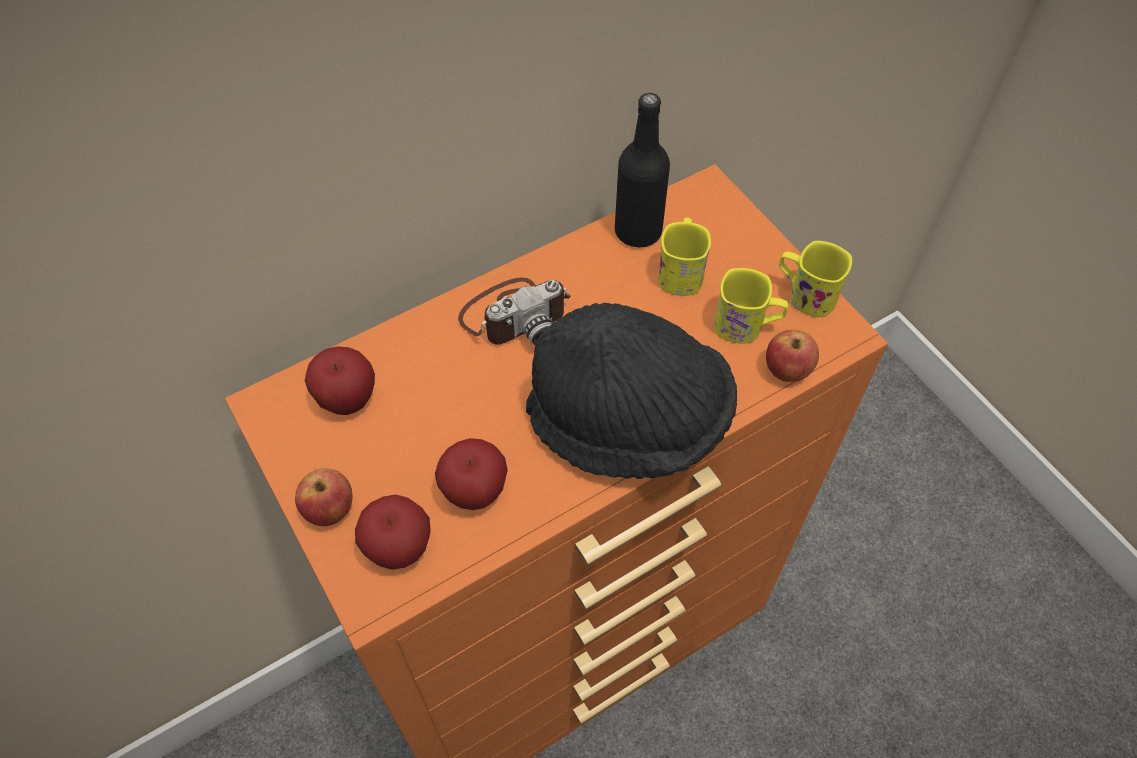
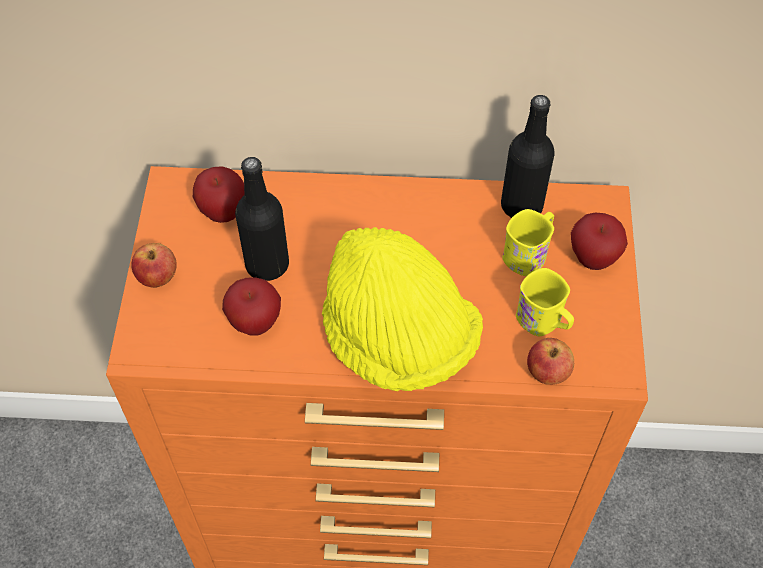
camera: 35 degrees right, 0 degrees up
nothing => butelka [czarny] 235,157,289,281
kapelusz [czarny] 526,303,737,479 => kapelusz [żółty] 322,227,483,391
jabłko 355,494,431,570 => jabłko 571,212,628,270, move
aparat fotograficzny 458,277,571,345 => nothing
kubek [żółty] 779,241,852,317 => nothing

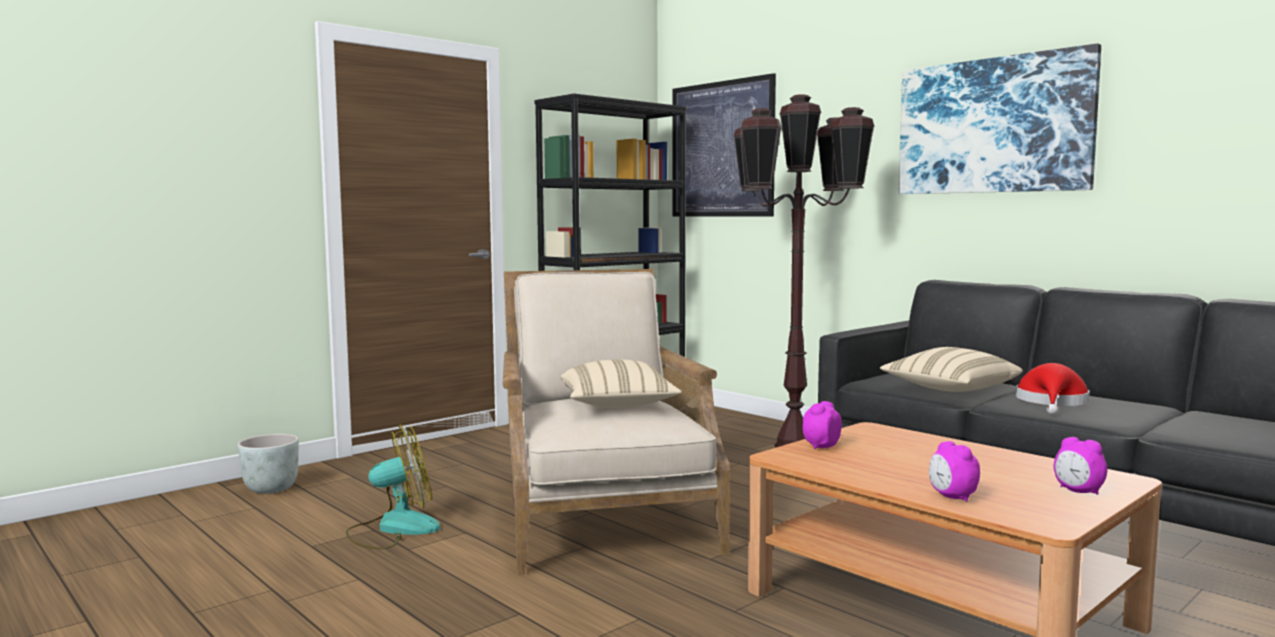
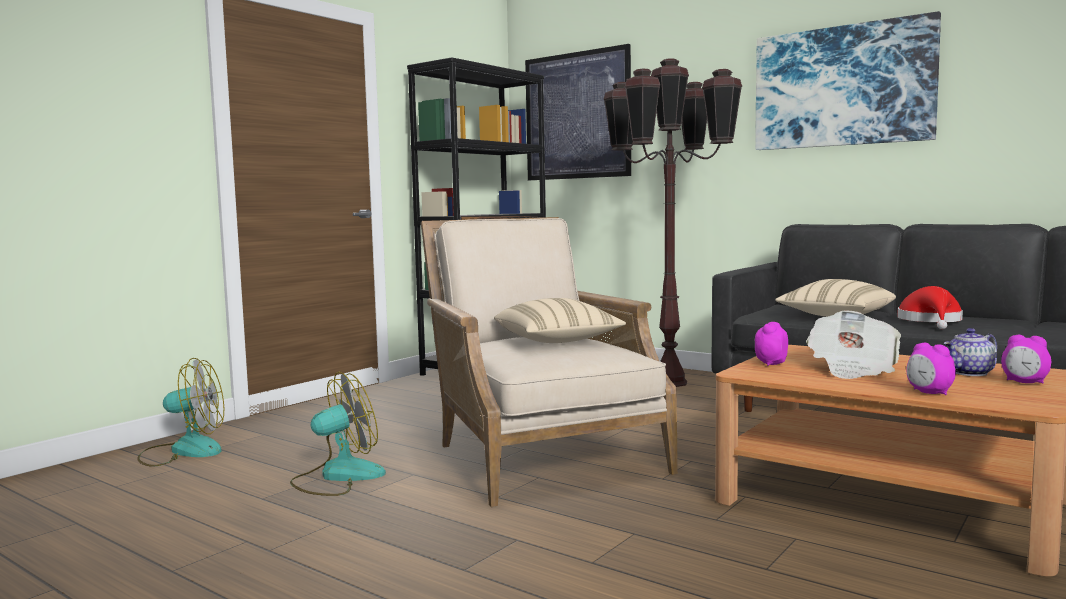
camera: 10 degrees left, 0 degrees up
donica [szary] 238,434,299,494 => wentylator 137,358,224,467
nothing => gazeta 806,310,901,379
nothing => imbryk 944,328,997,376

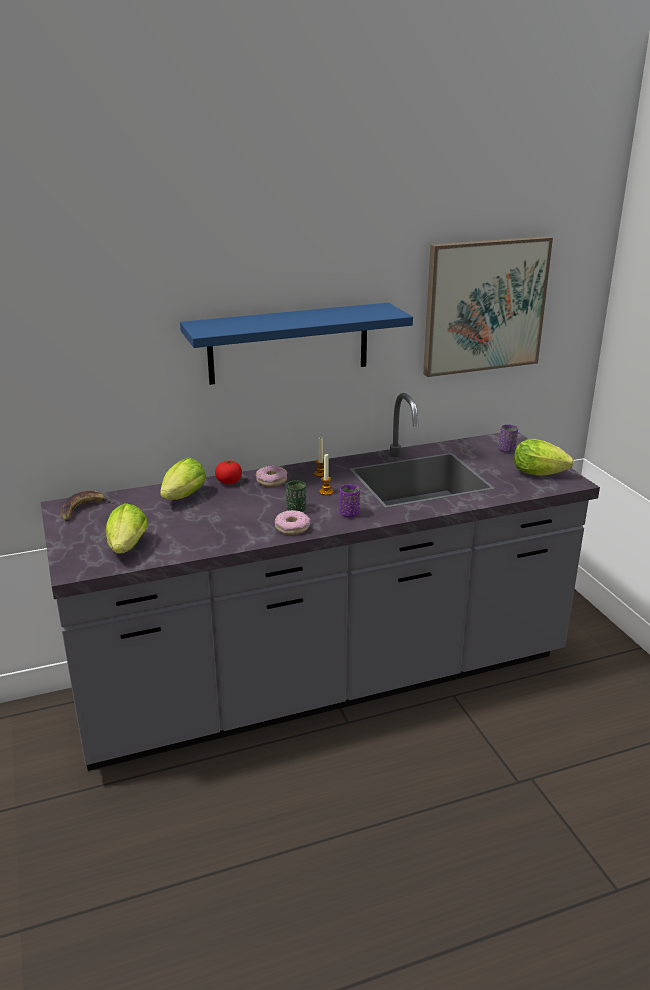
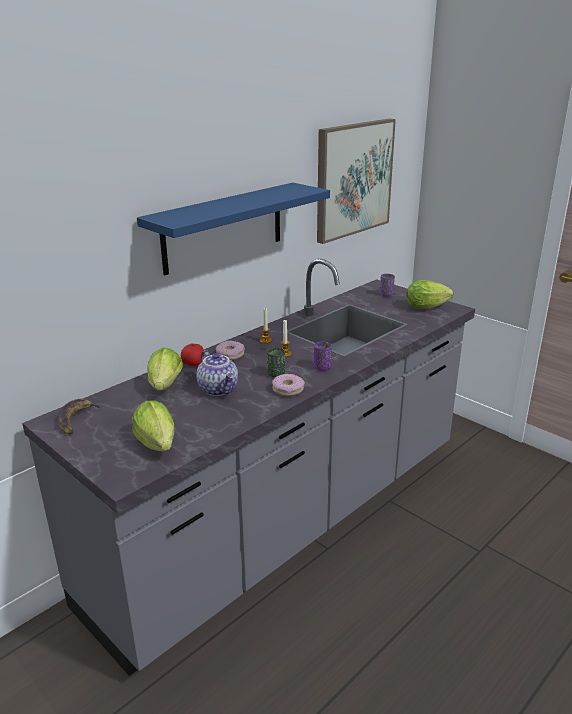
camera: 25 degrees left, 0 degrees up
nothing => imbryk 196,350,238,396

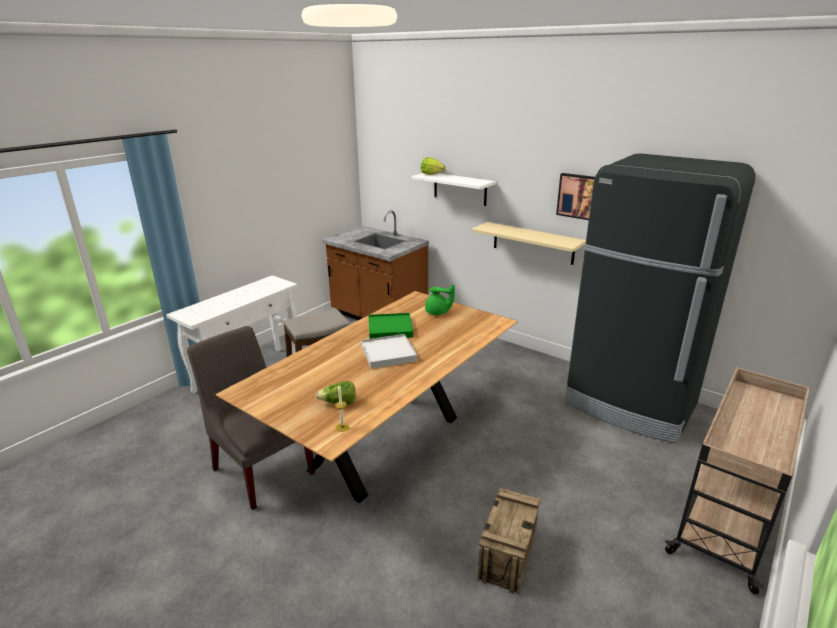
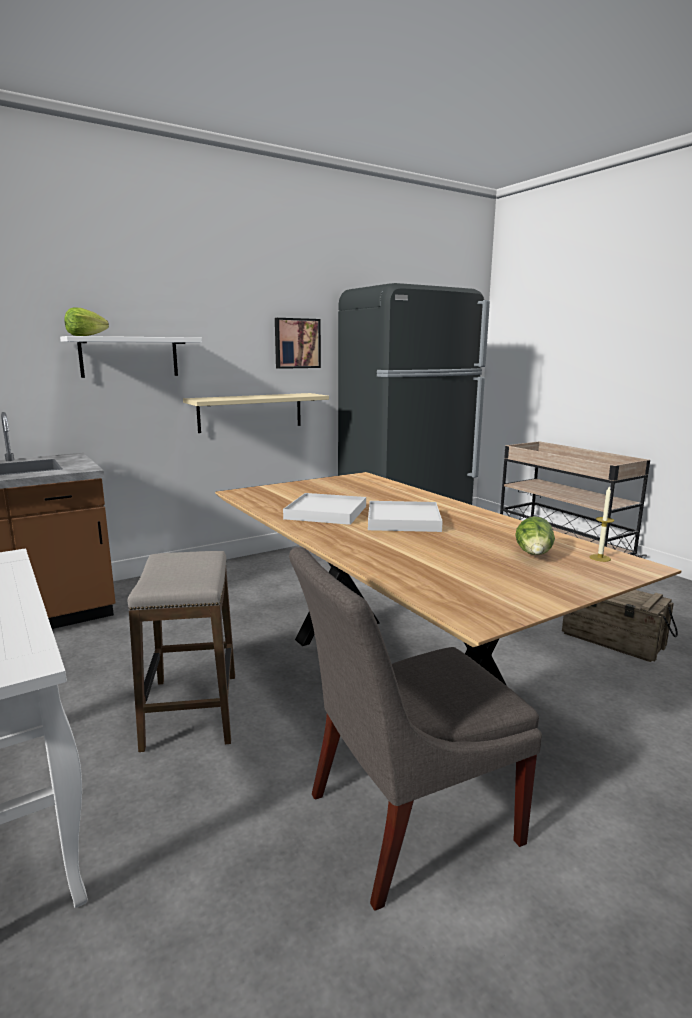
camera: 70 degrees left, 10 degrees down
taca [zielony] 369,313,413,339 => taca [biały] 283,493,366,525
imbryk [zielony] 425,284,455,315 => nothing

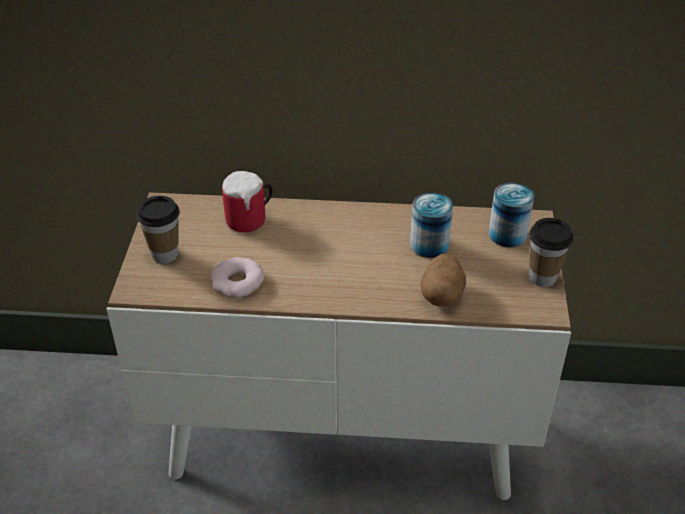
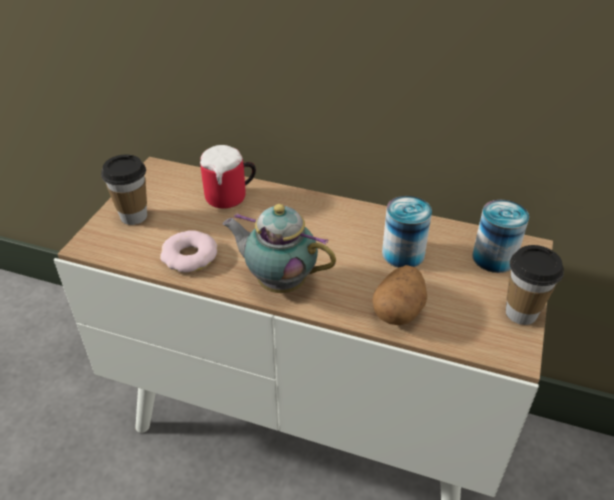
camera: 15 degrees right, 0 degrees up
nothing => imbryk 223,204,336,293

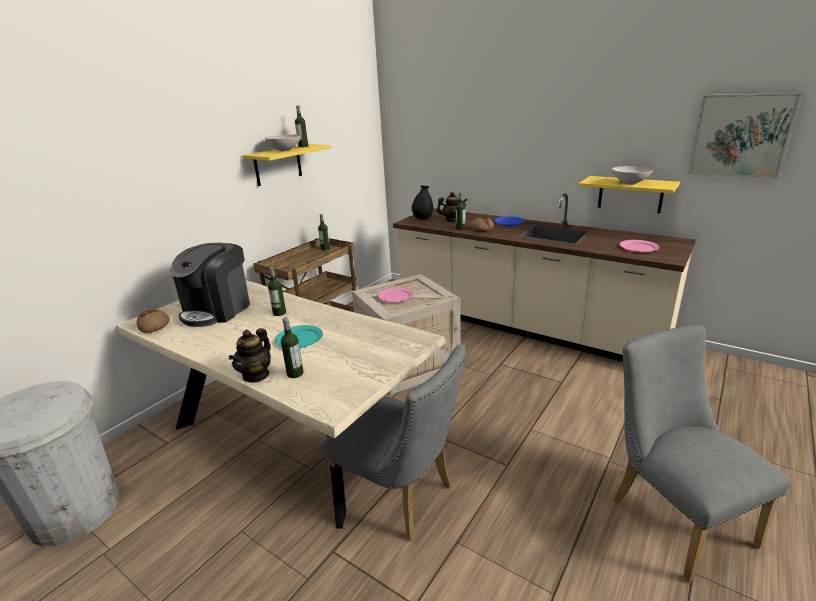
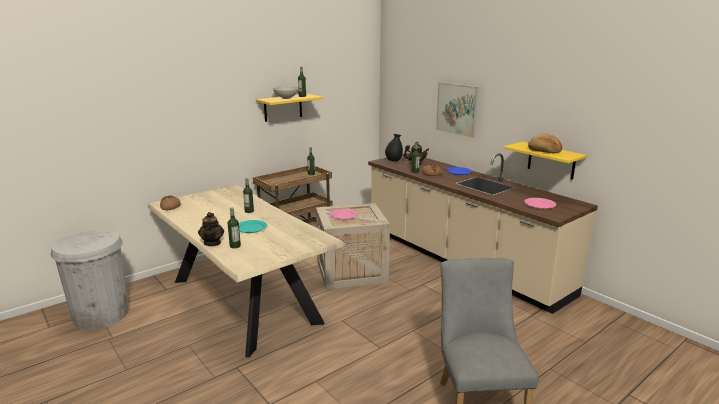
camera: 15 degrees right, 5 degrees down
imbryk 229,328,271,383 => imbryk 198,212,224,246, 45 degrees counterclockwise
obraz 688,93,801,179 => obraz 436,82,479,138, move
miska [biały] 612,166,653,185 => chleb 528,134,562,154
ekspres do kawy 170,243,250,327 => nothing
krzesło [szary] 322,344,466,541 => nothing

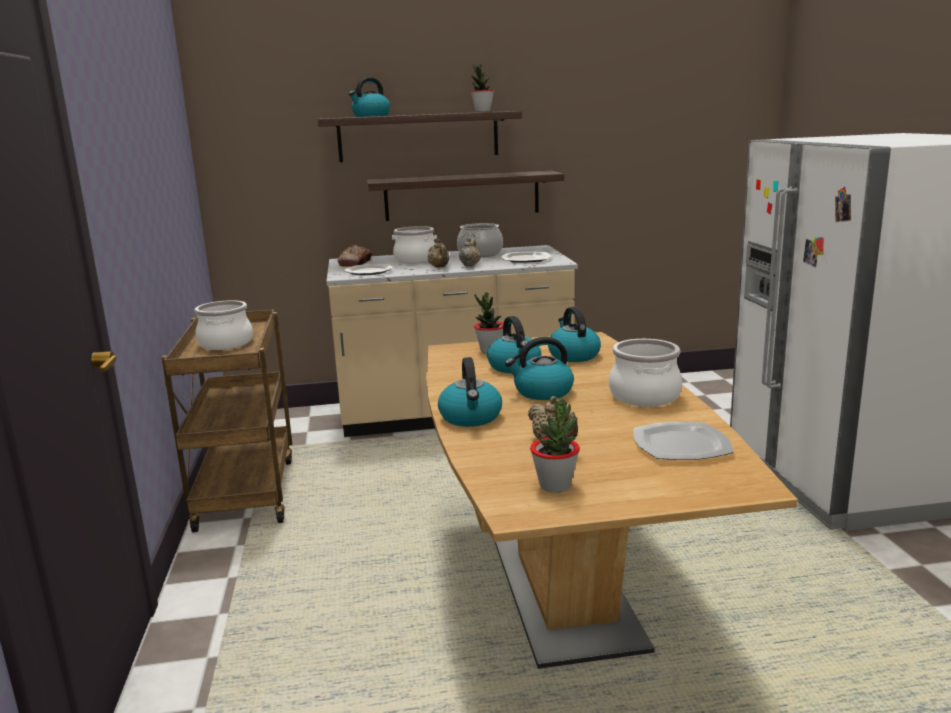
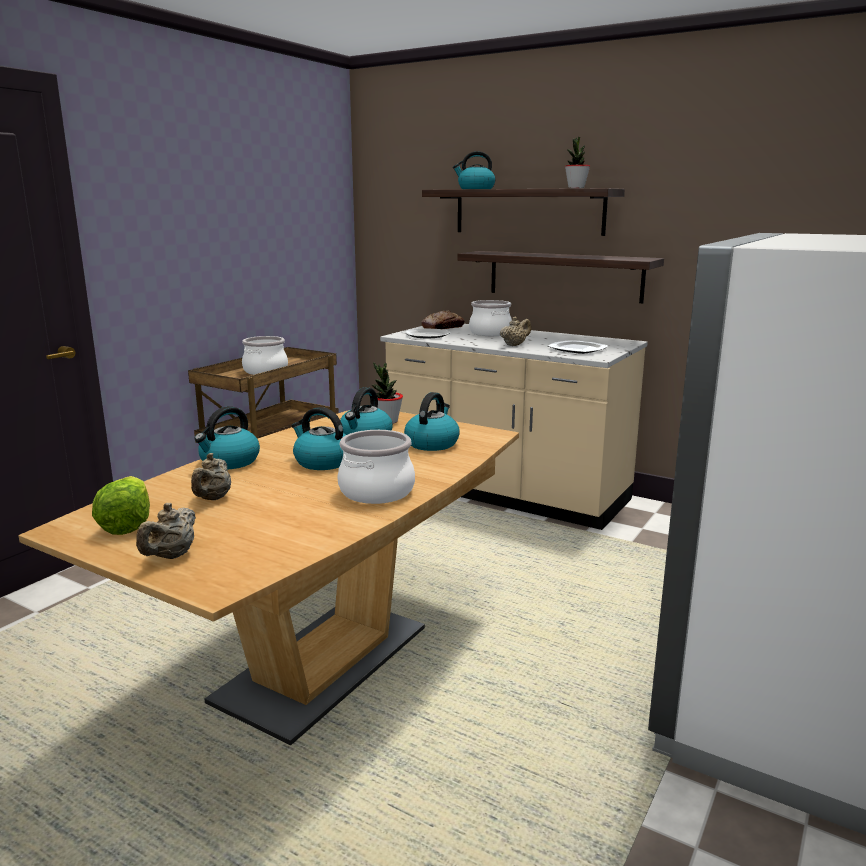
camera: 40 degrees right, 0 degrees up
roślina doniczkowa 530,398,580,492 => sałata 92,476,150,535
imbryk [beżowy] 428,239,450,268 => imbryk [beżowy] 136,503,196,559, move
garnek 457,223,503,257 => nothing
talerz 634,422,733,460 => nothing

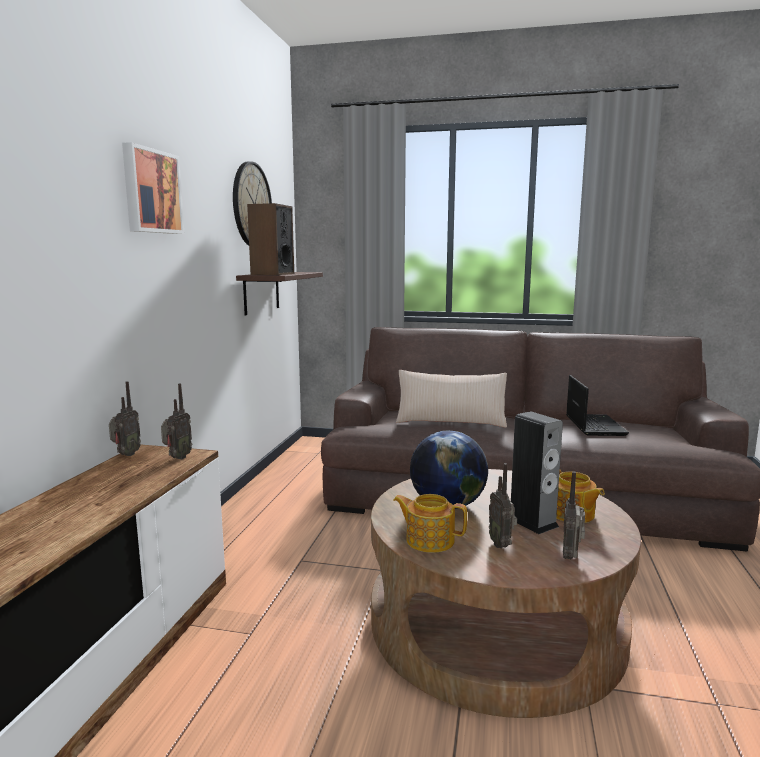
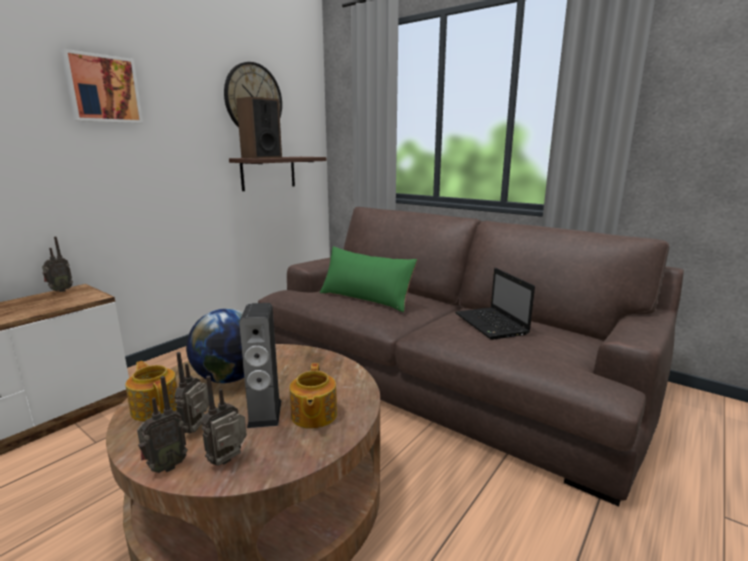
camera: 25 degrees right, 5 degrees up
radio 161,384,192,459 => radio 137,376,188,473, move
poduszka [beżowy] 396,370,507,428 => poduszka [zielony] 320,246,417,312
laptop 566,375,629,436 => laptop 455,268,535,340, 135 degrees clockwise

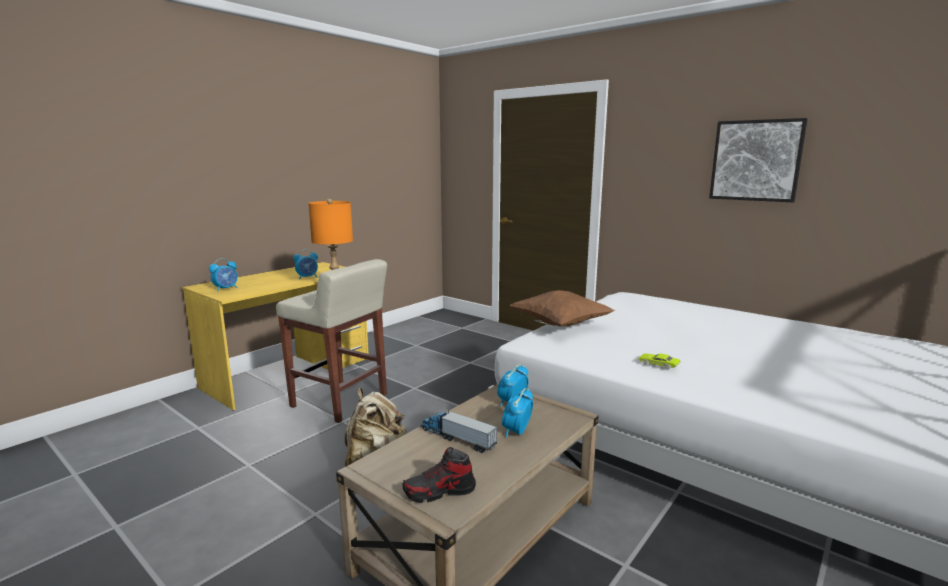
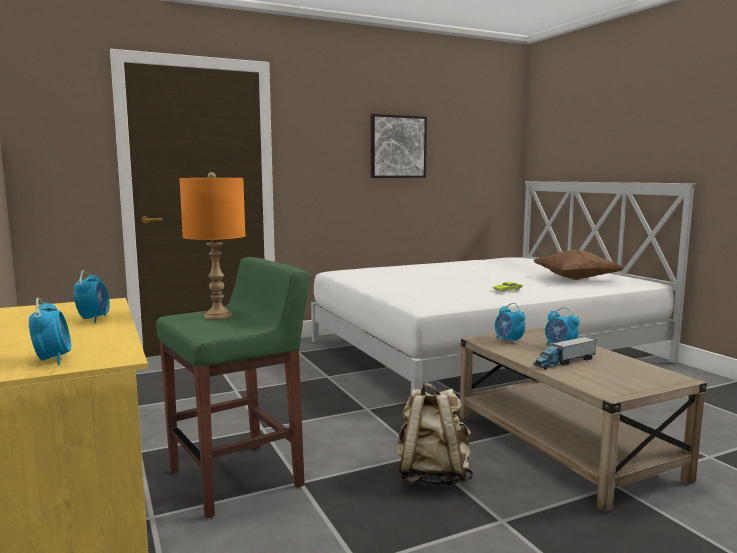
camera: 65 degrees left, 5 degrees down
stołek [beżowy] 276,259,387,423 => stołek [zielony] 156,257,310,519
poduszka [brązowy] 510,290,615,327 => poduszka [brązowy] 534,249,624,280, move
but 402,447,476,503 => nothing

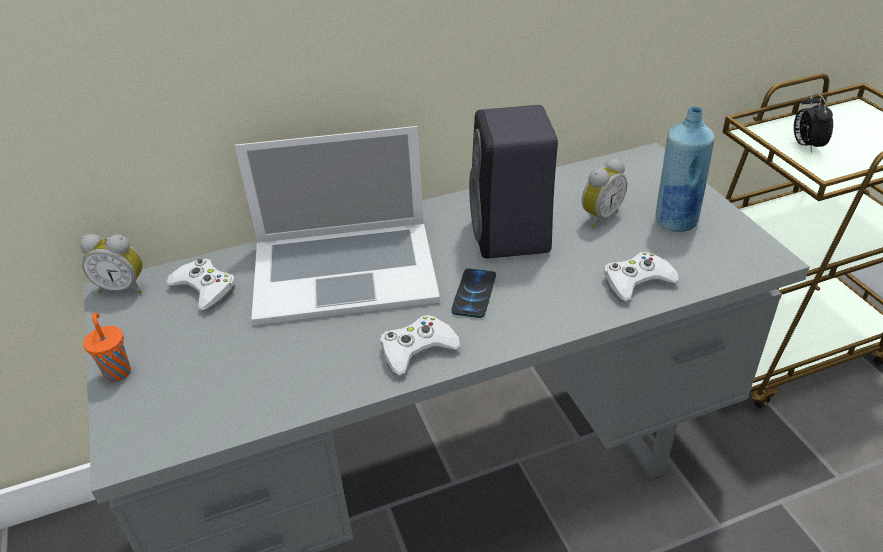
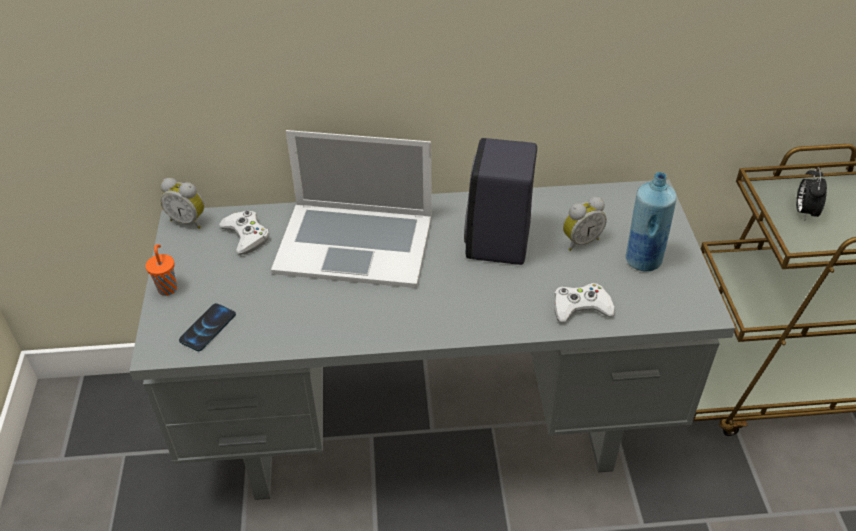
camera: 15 degrees right, 5 degrees up
telefon 451,269,496,318 => telefon 179,303,236,351, move
pad do gier [biały] 380,315,461,376 => nothing

